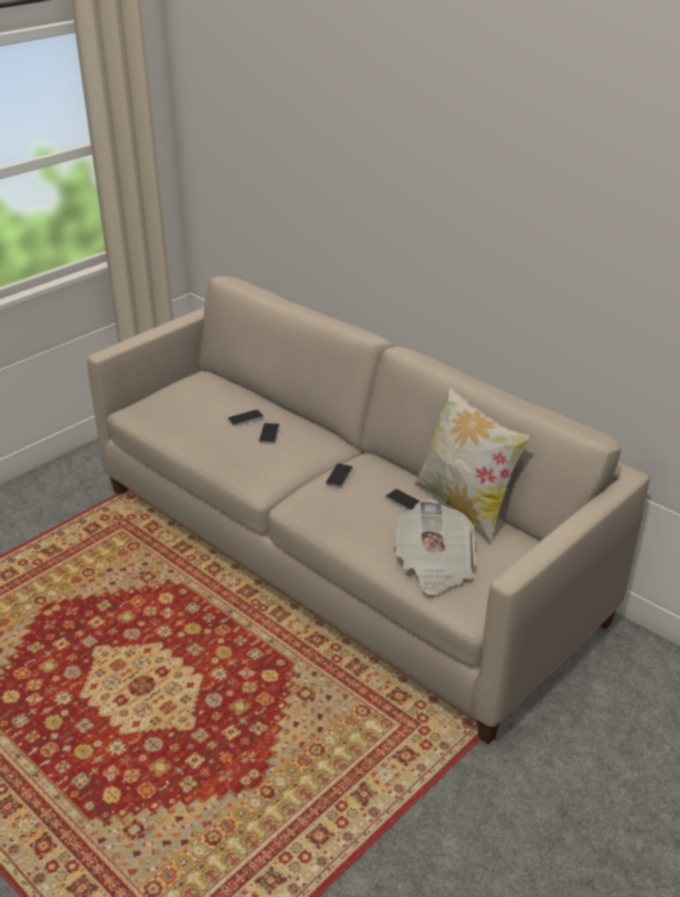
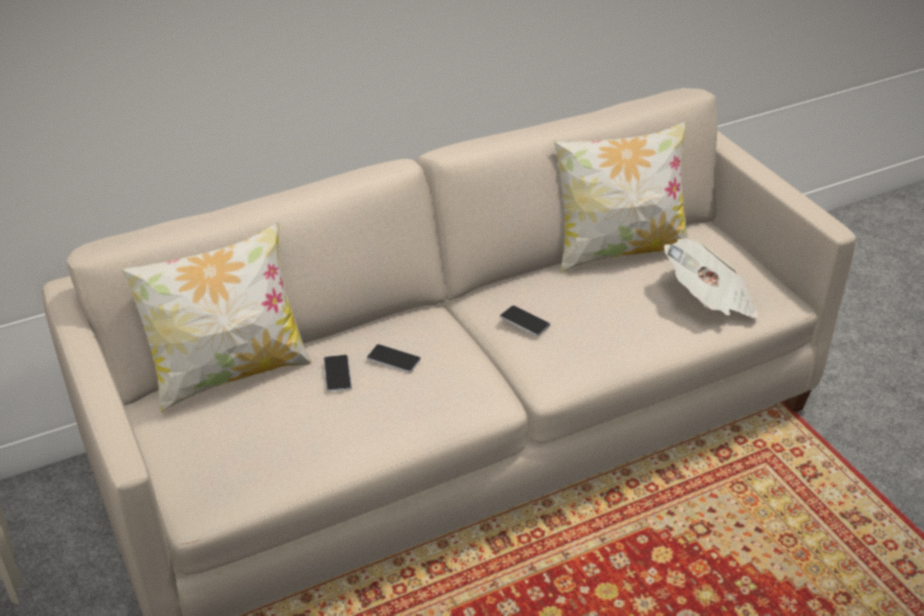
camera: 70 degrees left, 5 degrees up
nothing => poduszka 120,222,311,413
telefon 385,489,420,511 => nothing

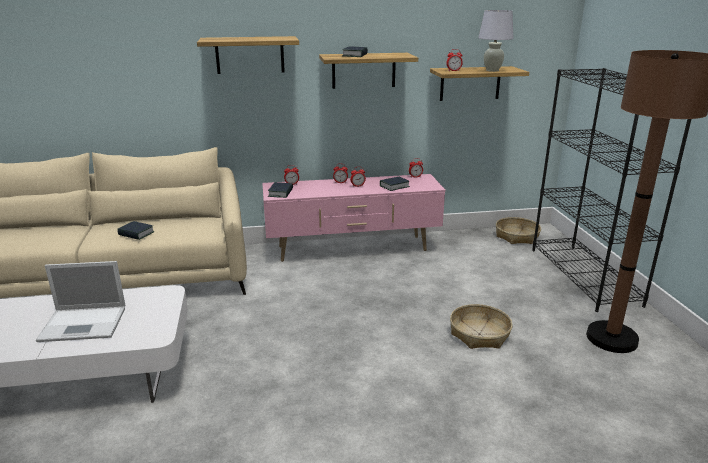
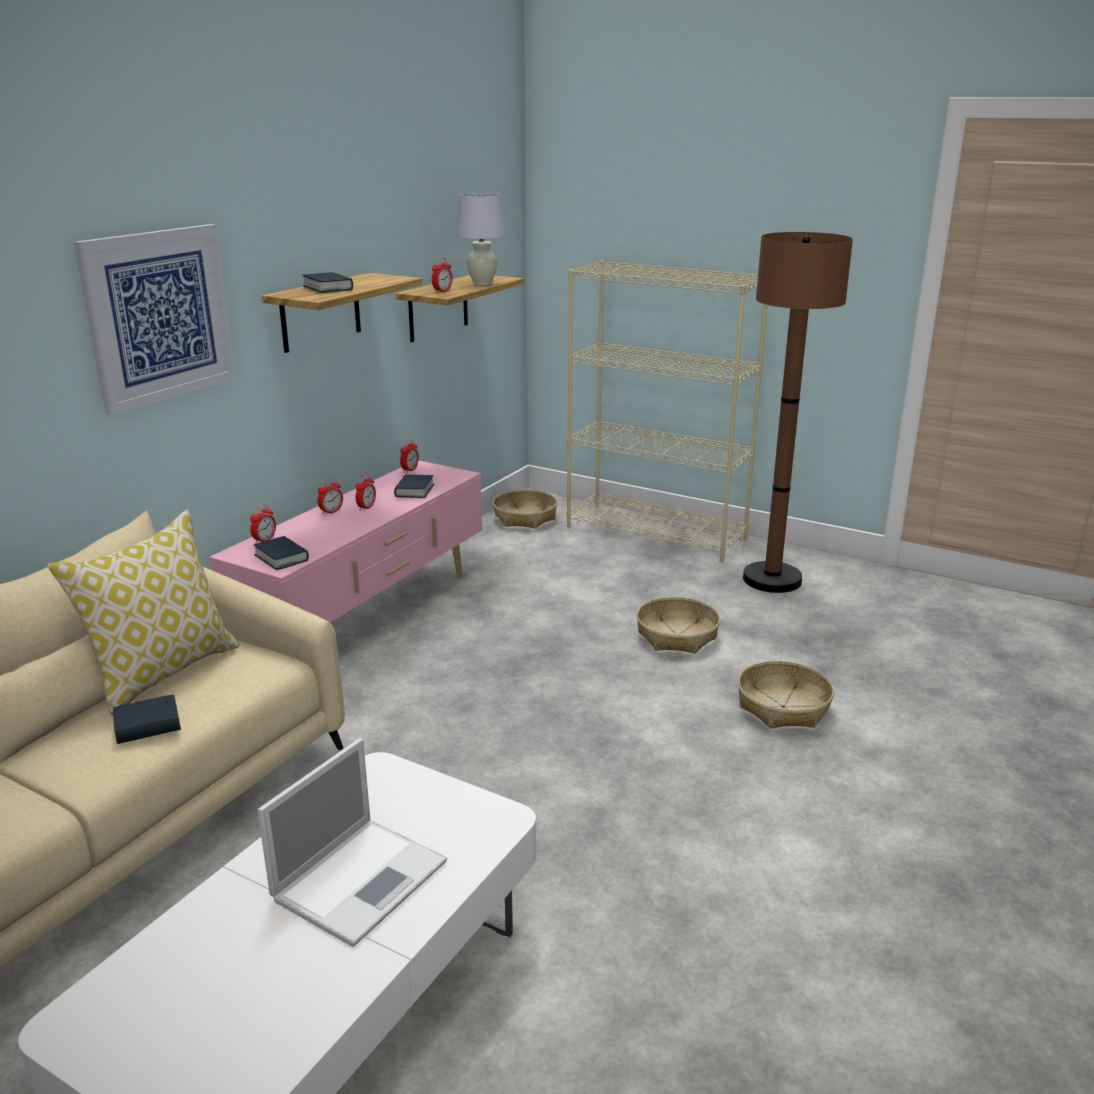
camera: 50 degrees left, 0 degrees up
nothing => poduszka 48,510,240,716
półka 197,36,299,74 => obraz 74,224,236,415
regał [czarny] 532,68,691,312 => regał [beżowy] 566,261,767,562
nothing => koszyk 738,661,834,728

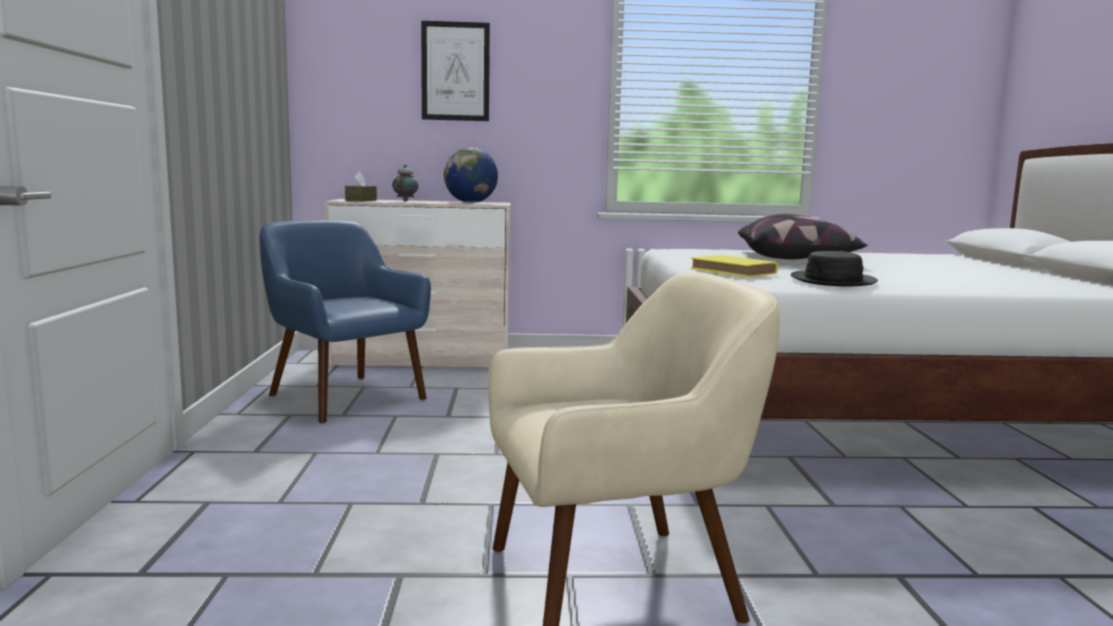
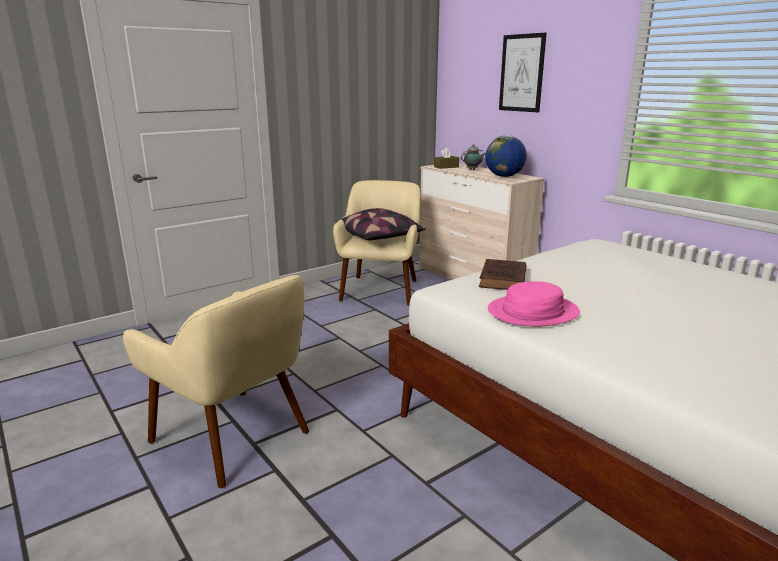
camera: 55 degrees right, 10 degrees up
fotel [niebieski] 260,220,431,424 => fotel [beżowy] 333,180,420,306
poduszka 738,214,868,259 => poduszka 338,208,426,240, move
książka [żółty] 691,255,778,277 => książka [brązowy] 479,259,527,290
kapelusz [czarny] 791,251,878,286 => kapelusz [różowy] 488,281,580,327

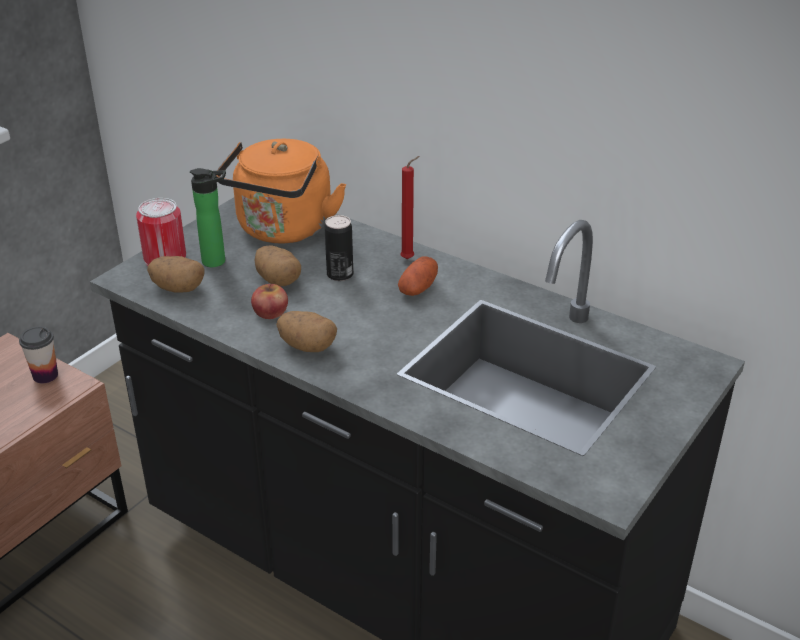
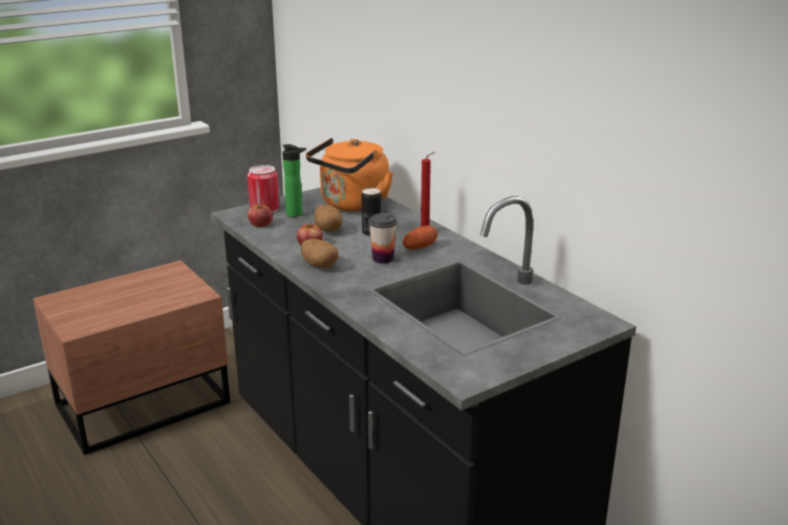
camera: 20 degrees right, 10 degrees down
ziemniak 147,256,205,293 => jabłko 248,203,273,227
filiżanka 19,326,58,383 => filiżanka 369,213,397,264, move

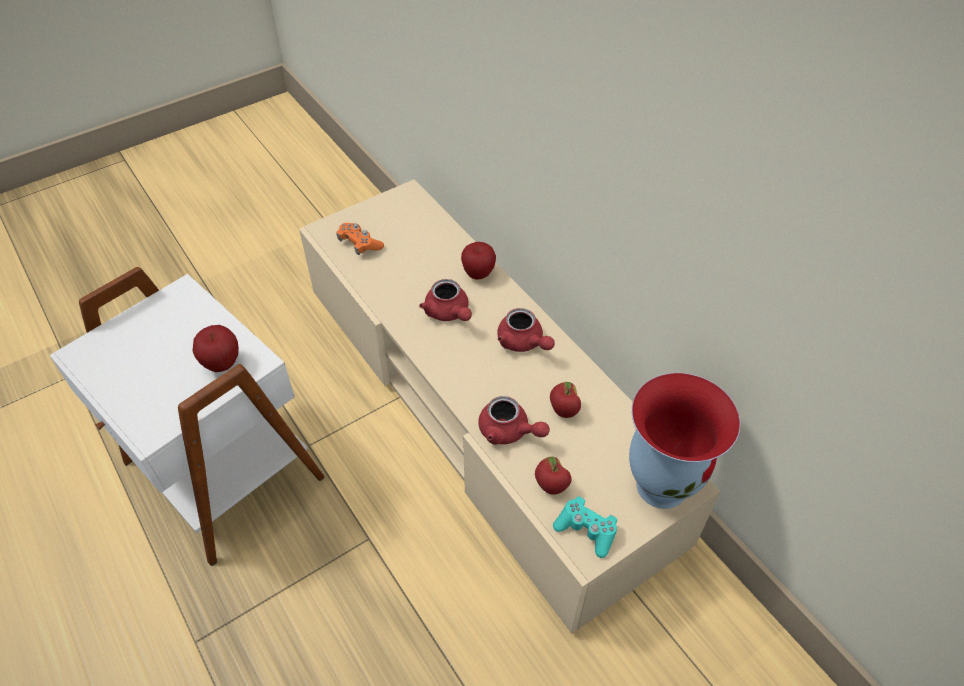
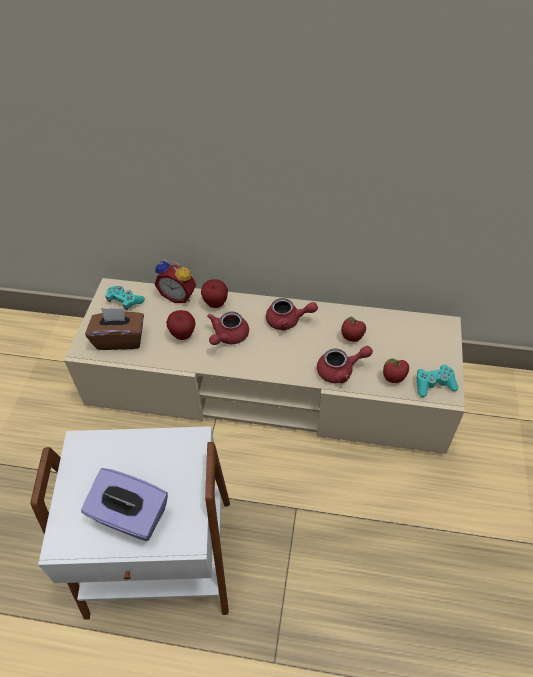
camera: 45 degrees left, 0 degrees up
nothing => pudełko chusteczek [fioletowy] 81,468,168,541
pad do gier [pomarańczowy] 336,223,384,255 => pudełko chusteczek [brązowy] 85,308,144,350
nothing => pad do gier [turkusowy] 105,286,145,310
nothing => budzik 154,259,196,303
jabłko 192,325,239,372 => jabłko 166,310,195,340, move
imbryk [czerwony] 419,279,472,321 => imbryk [czerwony] 207,311,249,345, 105 degrees clockwise
wazon 629,373,741,509 => nothing

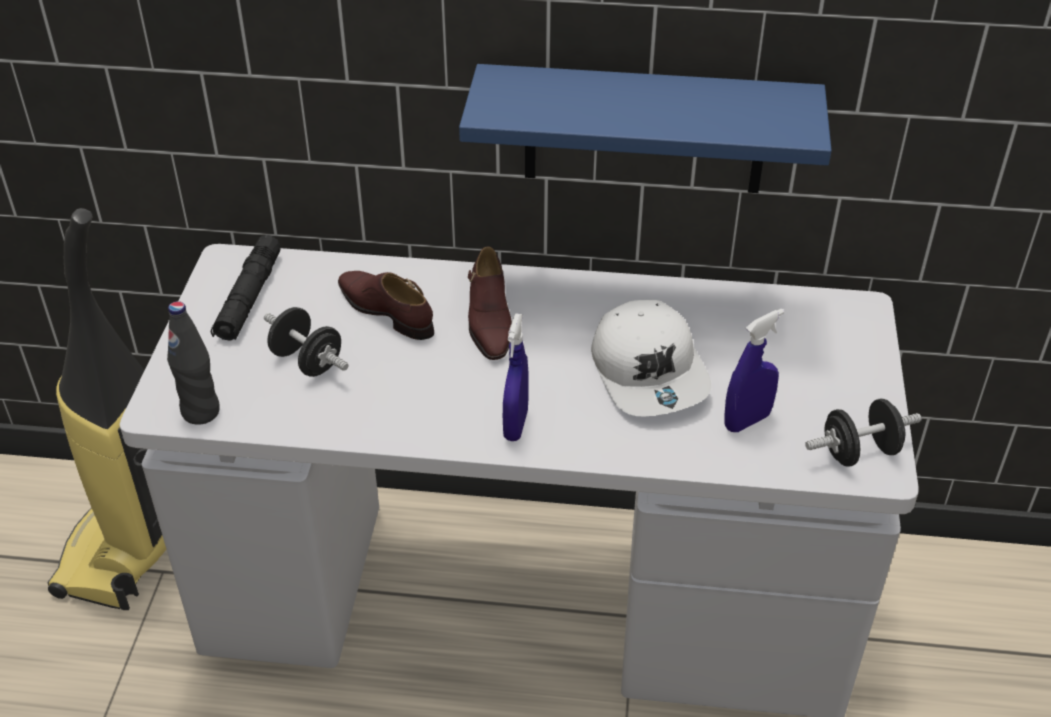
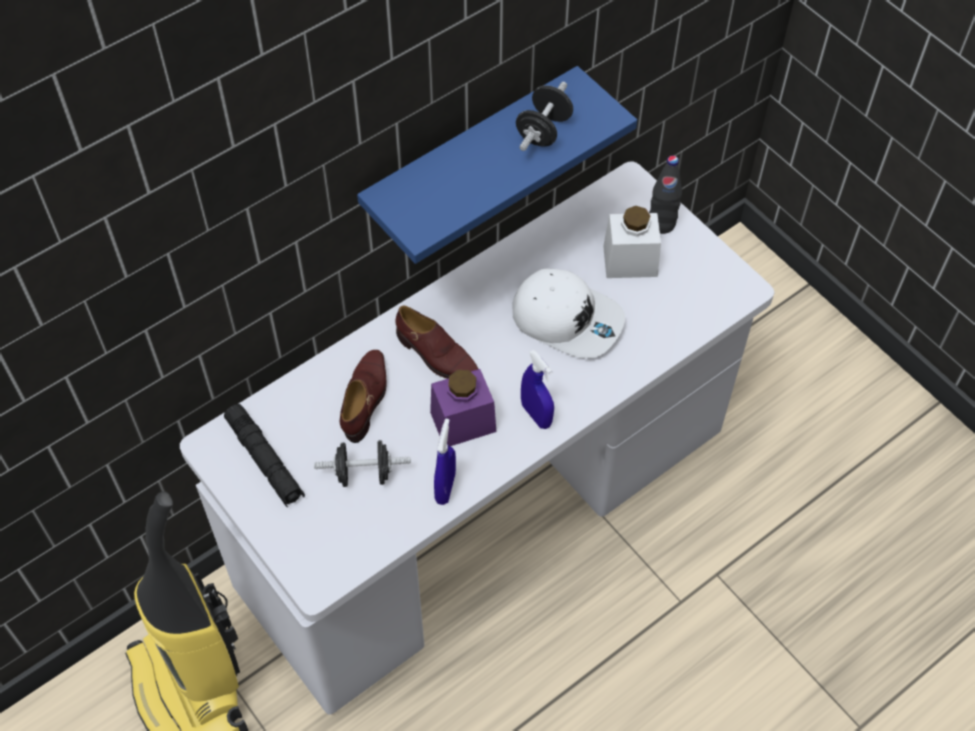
camera: 45 degrees left, 15 degrees up
but [brązowy] 338,271,434,340 => but [brązowy] 340,350,387,443, 105 degrees clockwise
nothing => słoik [fioletowy] 430,369,496,446
spryskiwacz [niebieski] 724,308,784,432 => spryskiwacz [niebieski] 434,419,456,505, move
hantel [czarny] 805,399,922,467 => hantel [czarny] 516,82,573,151, move
nothing => słoik [biały] 603,206,661,278
butelka [czarny] 167,301,220,425 => butelka [czarny] 649,156,682,234, move

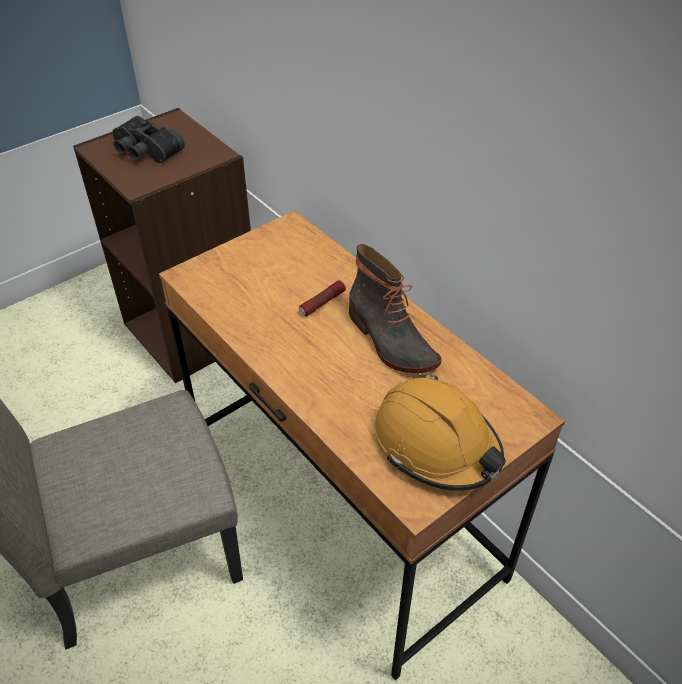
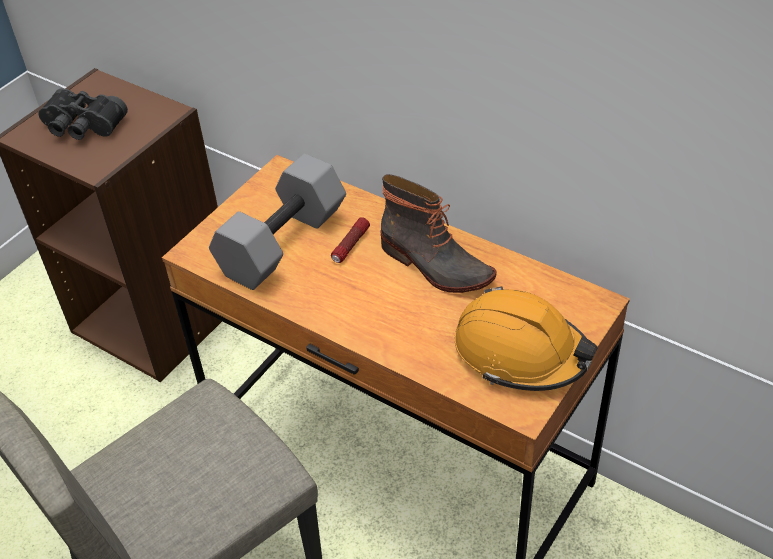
camera: 15 degrees left, 0 degrees up
nothing => hantel [szary] 209,154,346,290

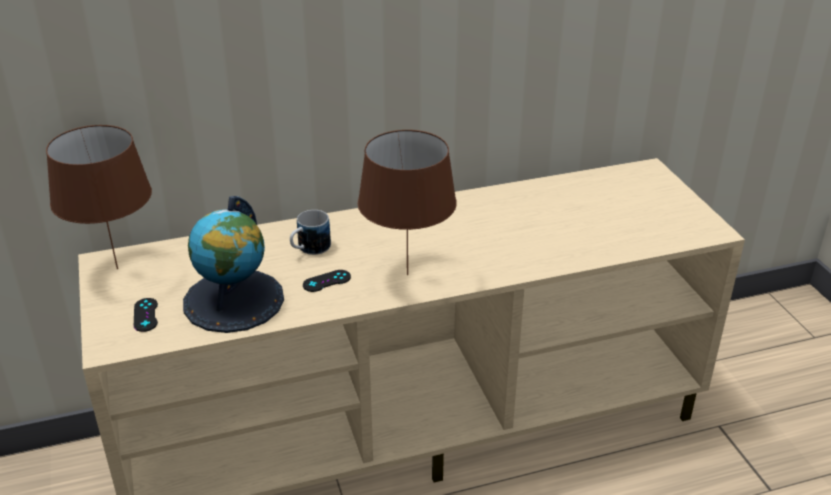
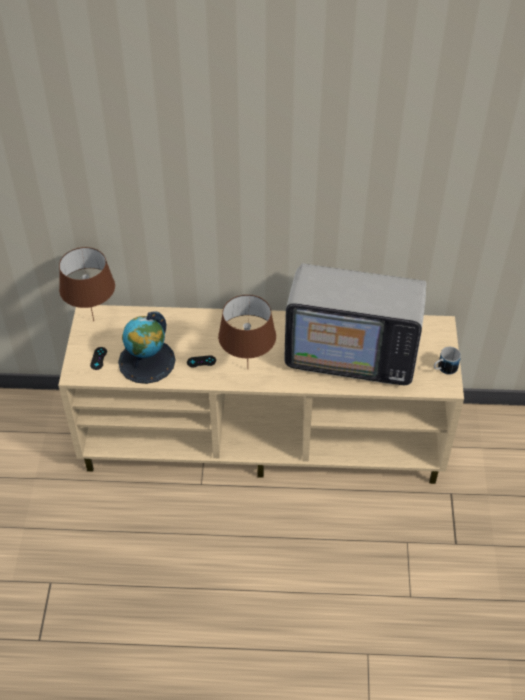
camera: 20 degrees right, 15 degrees up
nothing => telewizor 284,263,426,385
kubek 290,210,331,255 => kubek 434,347,461,375, move

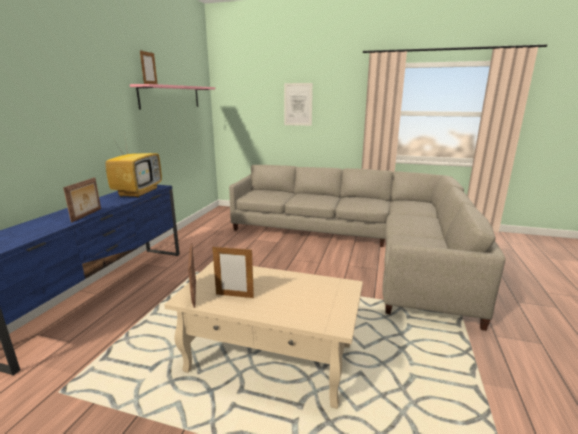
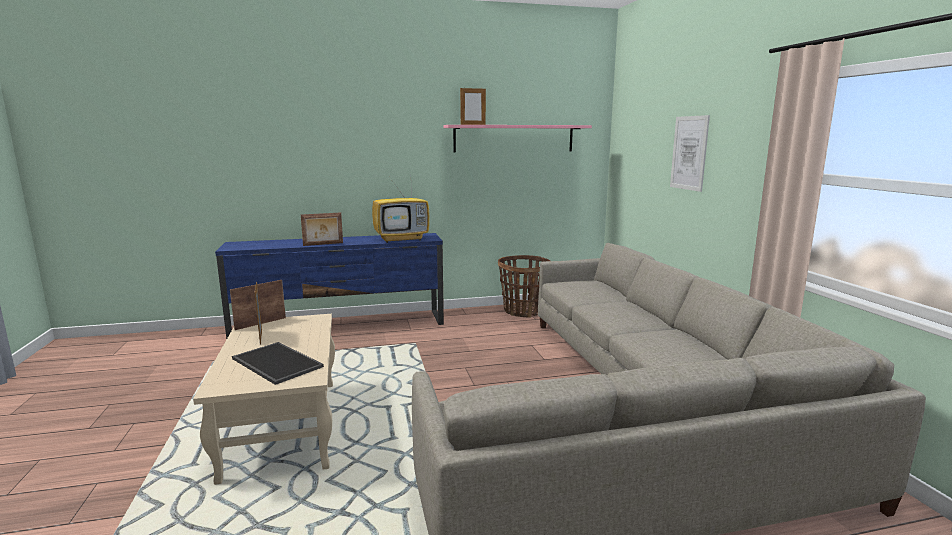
camera: 60 degrees right, 5 degrees down
nothing => taca 232,342,324,385
nothing => koszyk 498,255,550,318

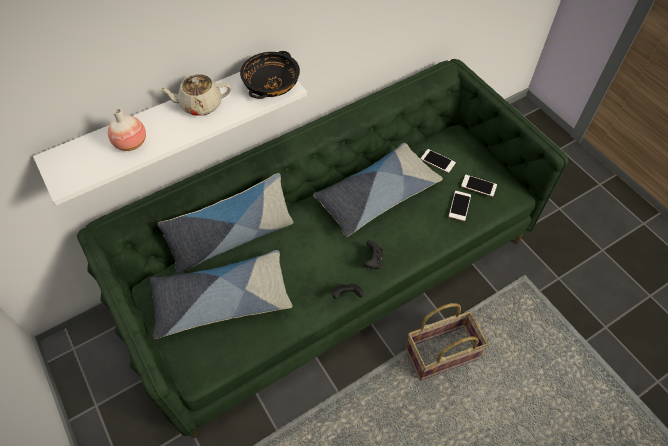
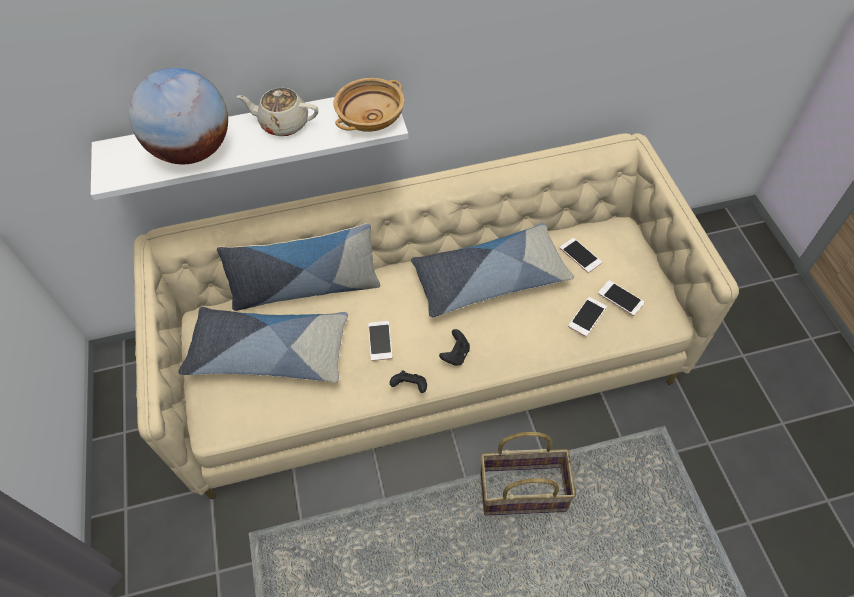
camera: 20 degrees right, 0 degrees up
wazon 108,108,146,151 => globus 129,68,228,164
kanapa [zielony] 77,59,568,438 => kanapa [beżowy] 133,133,739,499
miska [czarny] 240,51,300,99 => miska [beżowy] 334,78,405,132
nothing => telefon 368,321,393,361

